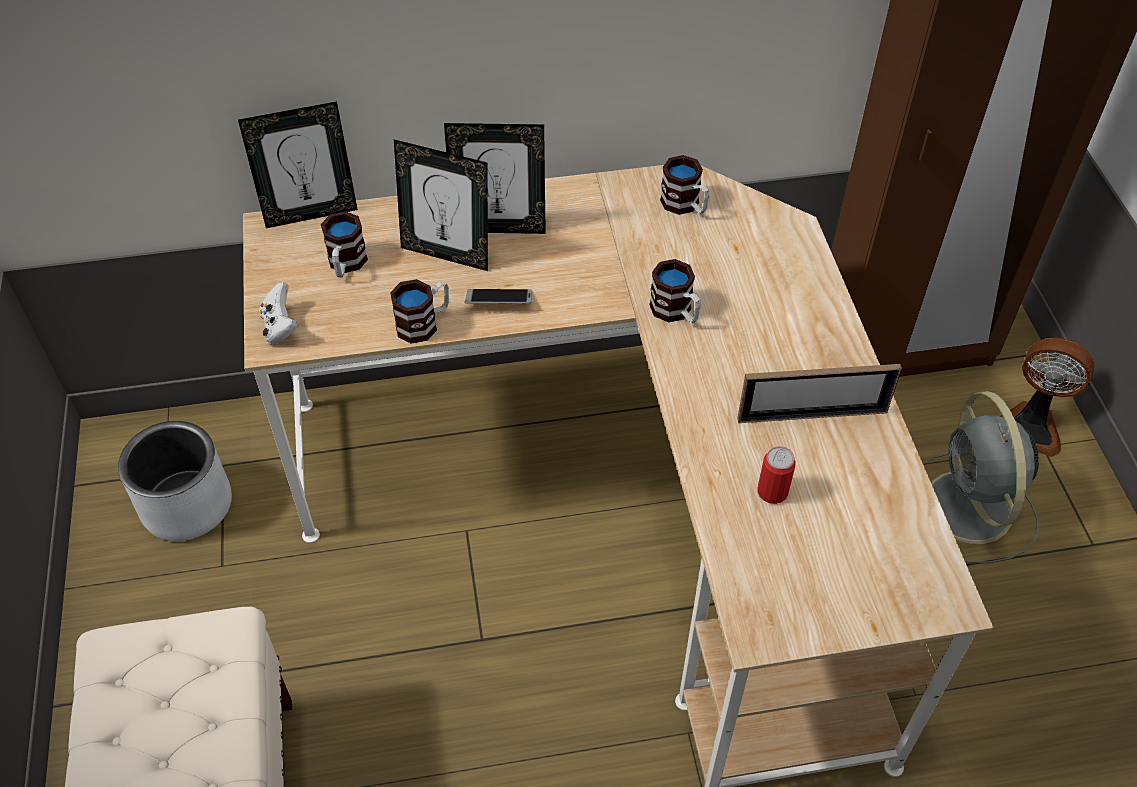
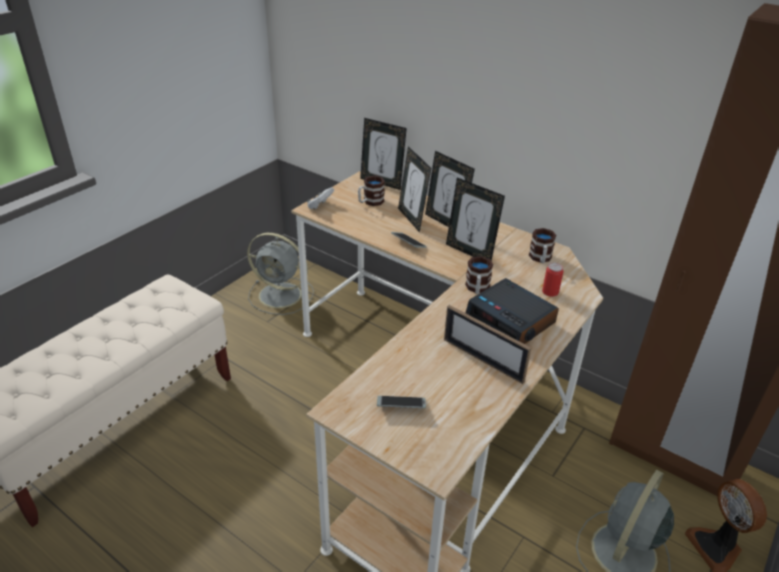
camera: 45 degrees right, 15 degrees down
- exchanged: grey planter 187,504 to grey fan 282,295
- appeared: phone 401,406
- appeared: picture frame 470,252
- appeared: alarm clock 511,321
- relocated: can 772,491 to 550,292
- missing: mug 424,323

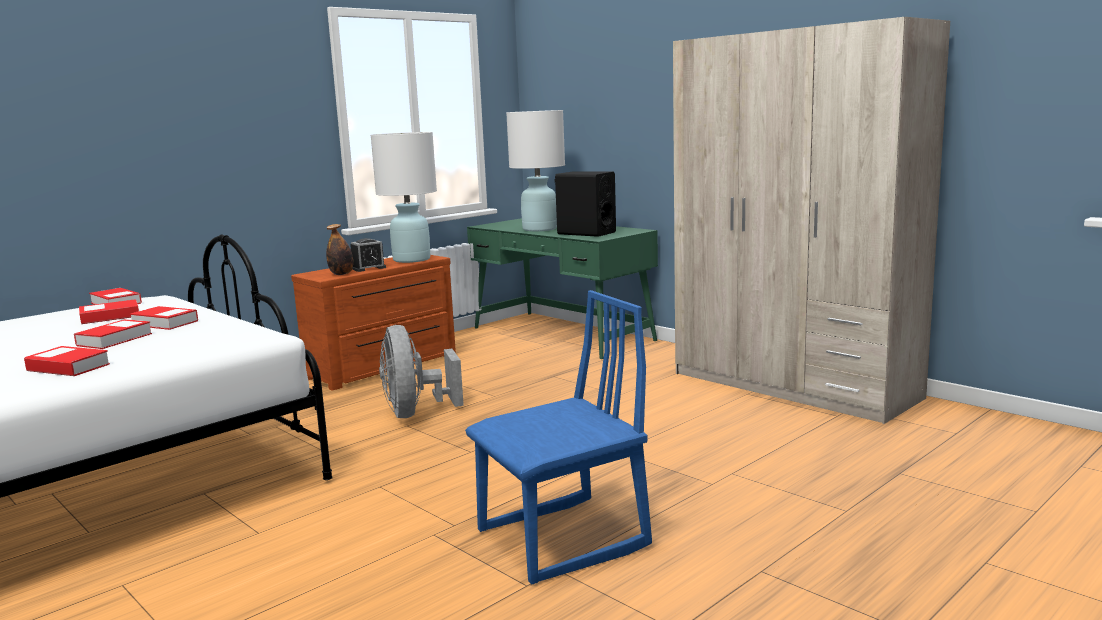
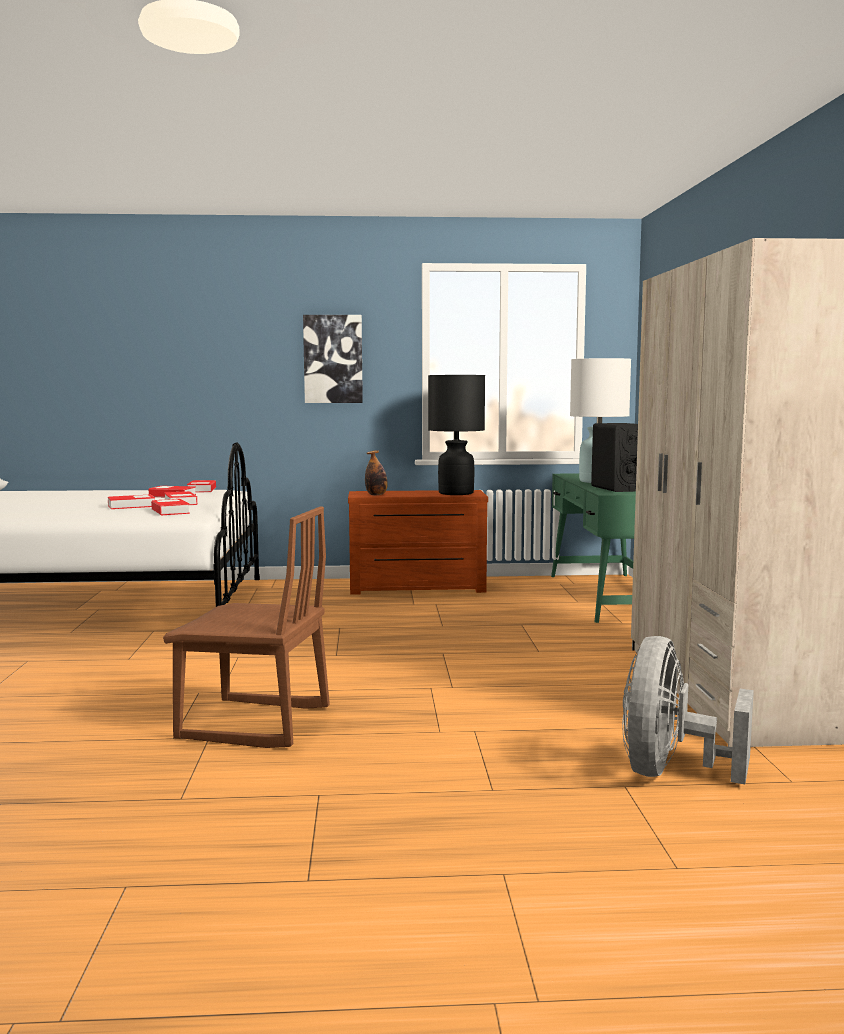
camera: 40 degrees right, 5 degrees down
- relocated: book 68,367 to 170,511
- colour: blue chair 563,540 to brown chair 254,724
- appeared: picture 333,359
- colour: white table lamp 412,259 to black table lamp 456,493
- relocated: grey fan 415,412 to 670,772
- missing: alarm clock 368,268

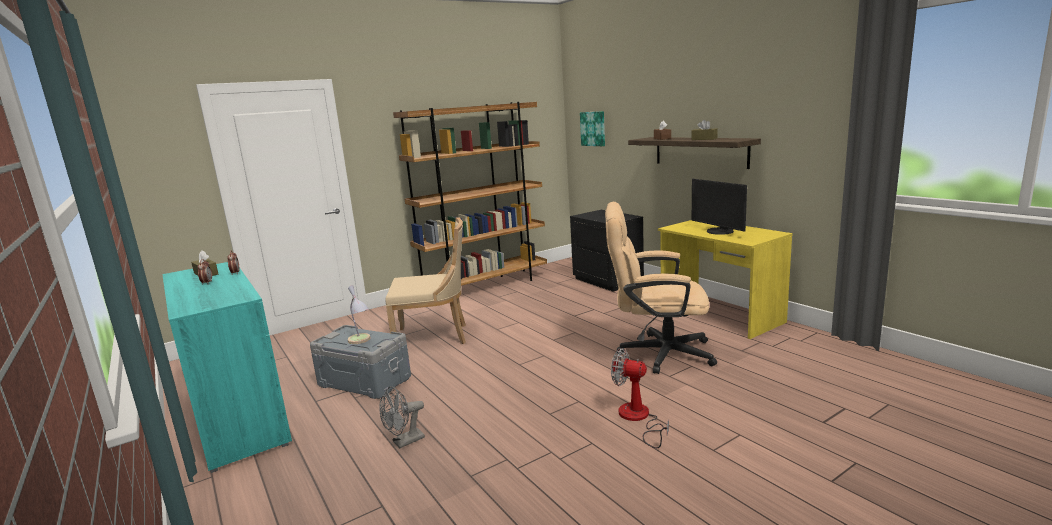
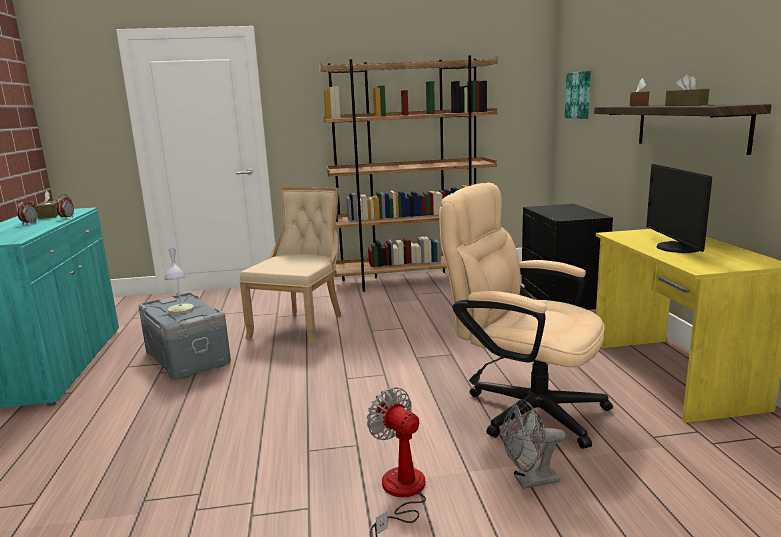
camera: 25 degrees right, 0 degrees up
- spun: beige chair 434,337 = 301,326 90 degrees counterclockwise
- relocated: grey fan 404,442 to 529,481

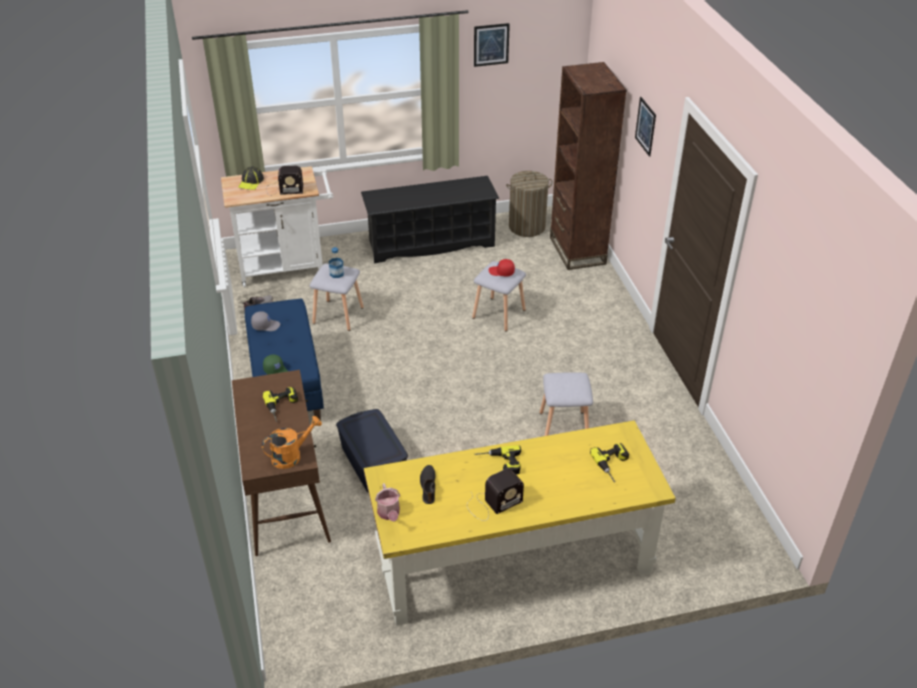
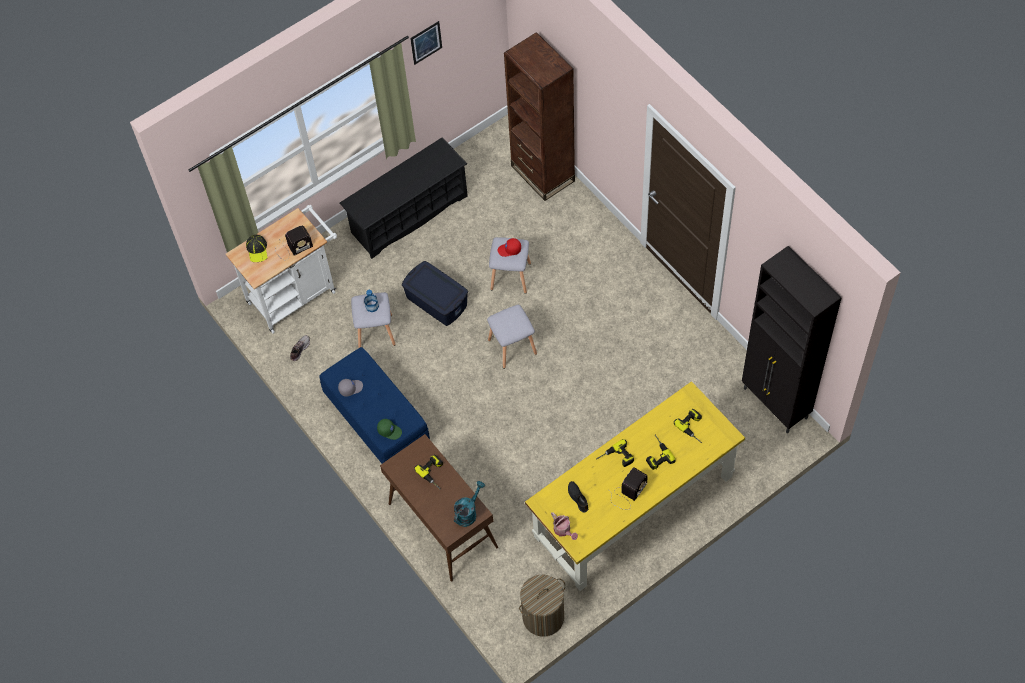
camera: 20 degrees left, 20 degrees up
- relocated: blue storage box 373,463 to 437,301
- colour: orange watering can 291,455 to turquoise watering can 468,512
- relocated: grey stool 563,427 to 511,346
- relocated: laundry basket 527,227 to 543,617
- appeared: power drill 656,454
- appeared: black cabinet 775,404
- missing: picture 645,126

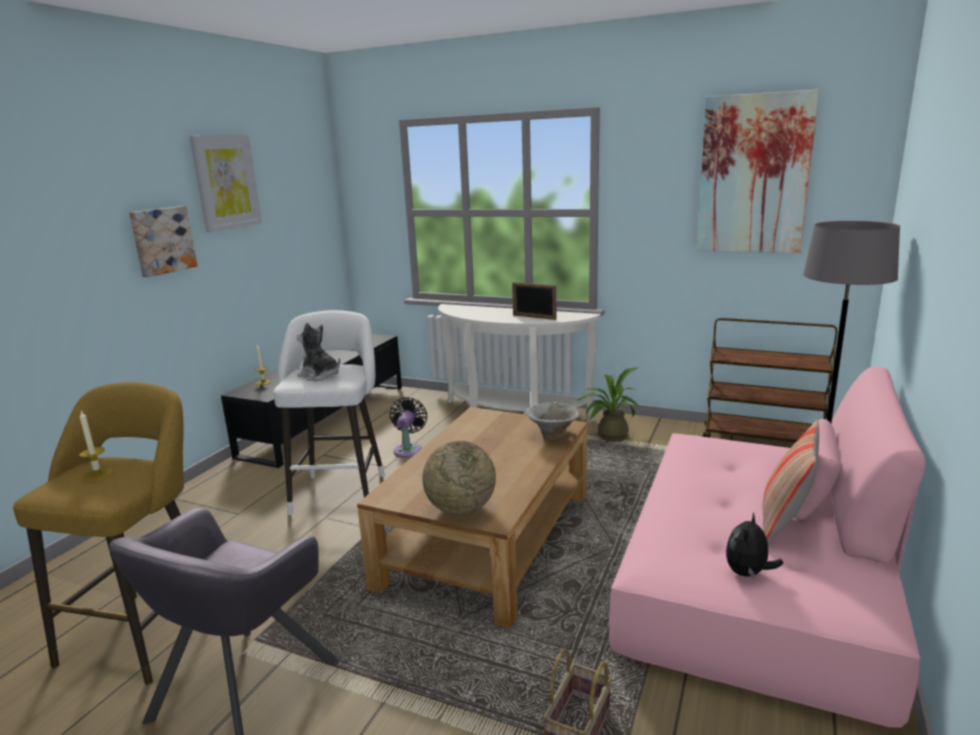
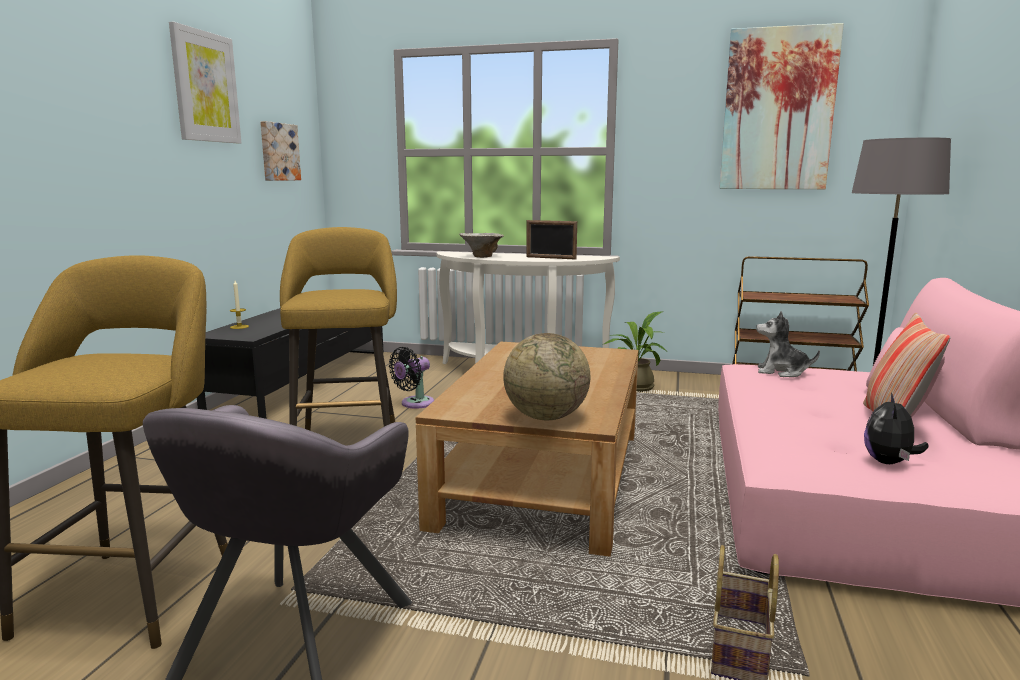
camera: 10 degrees left, 5 degrees down
- relocated: picture 162,240 to 278,152
- colour: white stool 340,490 to yellow stool 347,442
- spun: black fan 408,449 = 414,404 135 degrees counterclockwise
- relocated: bowl 552,436 to 481,256
- relocated: plush toy 320,375 to 781,372
- missing: candle 98,474

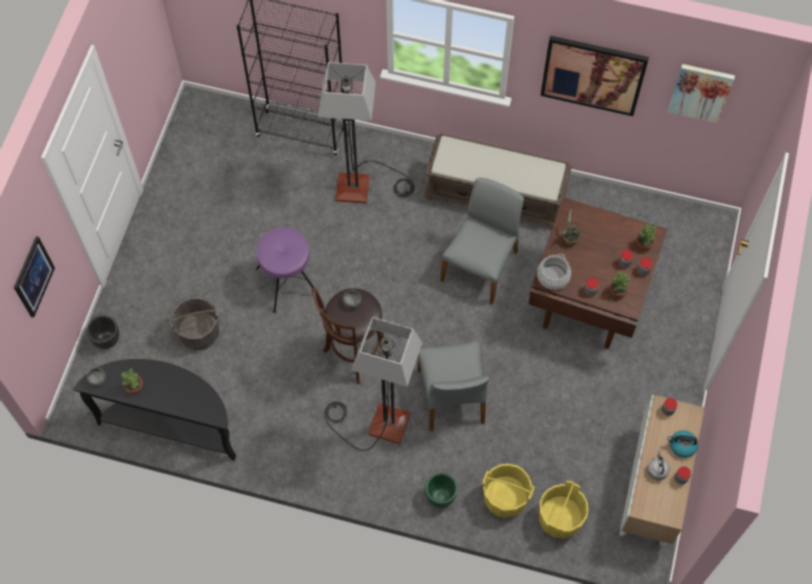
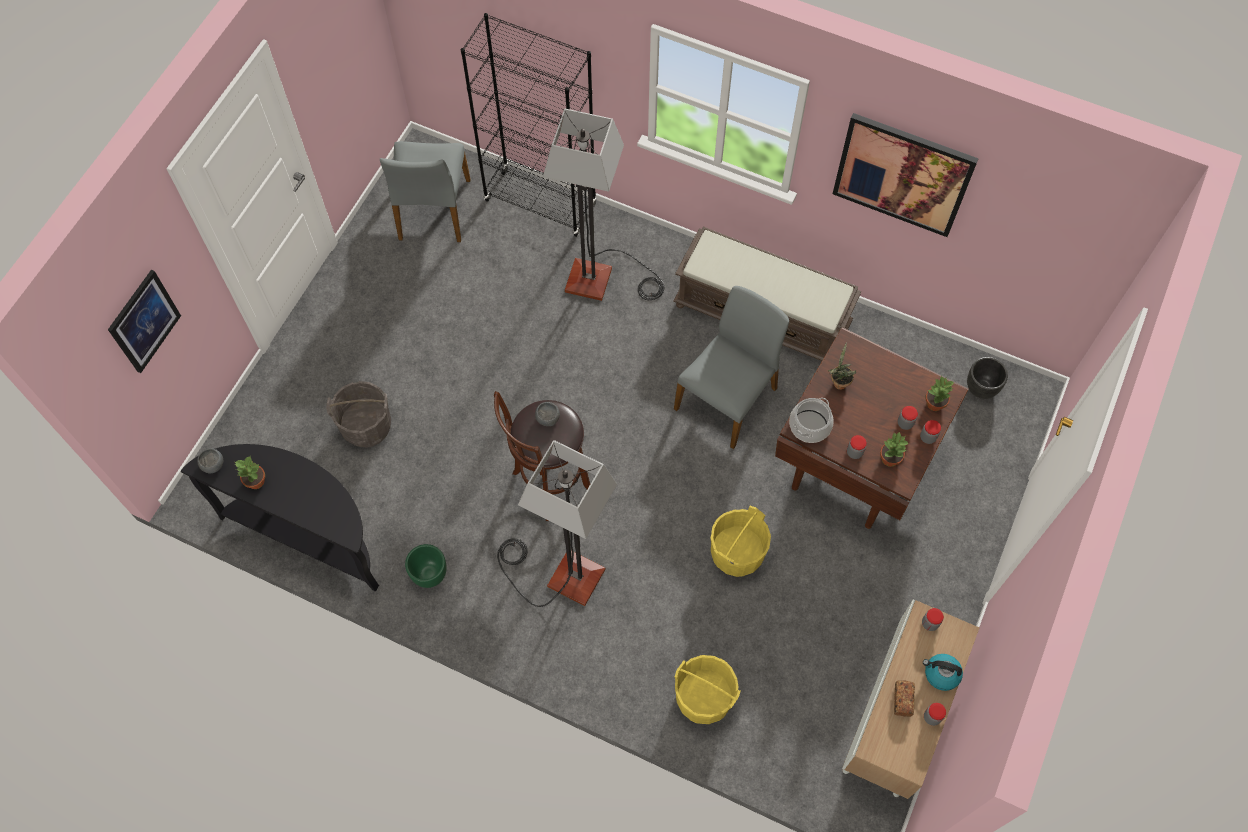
camera: 10 degrees right, 0 degrees up
- relocated: grey chair 452,397 to 433,210
- relocated: green planter 440,497 to 429,574
- relocated: yellow bucket 560,519 to 737,554
- exchanged: grey kettle 657,470 to bread 902,700
- relocated: black planter 107,339 to 981,388
- missing: purple stool 288,282
- missing: picture 700,92

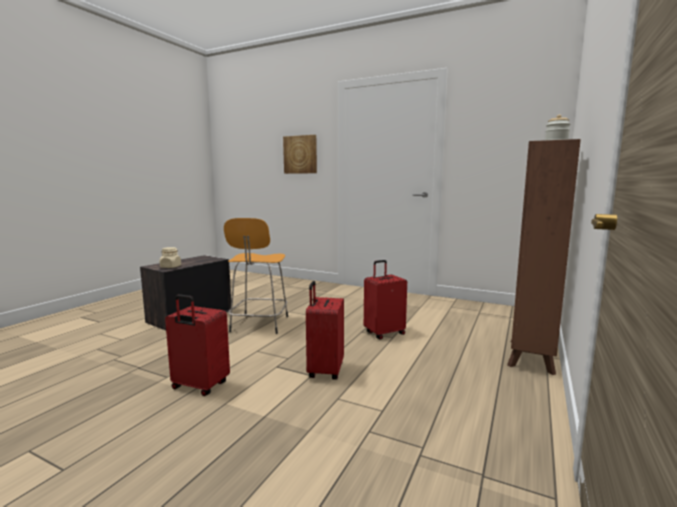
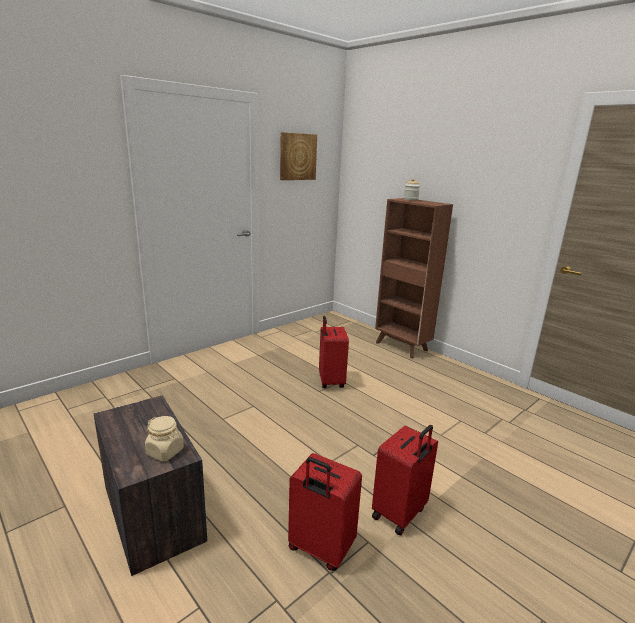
camera: 70 degrees left, 10 degrees up
- relocated: picture 300,154 to 297,156
- relocated: red suitcase 324,371 to 320,549
- missing: orange stool 259,325

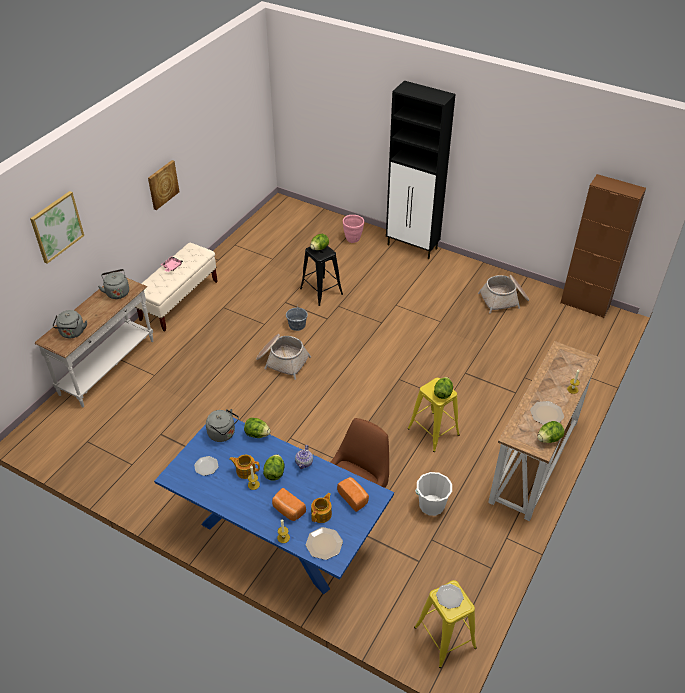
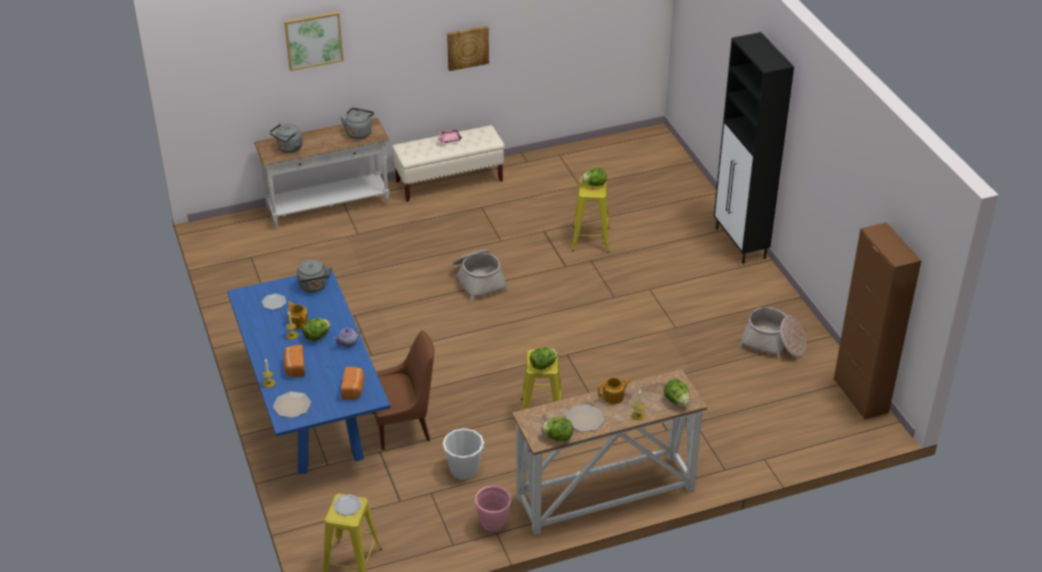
camera: 40 degrees right, 5 degrees down
- relocated: pink planter 353,239 to 493,524
- colour: black stool 321,291 to yellow stool 590,239
- relocated: teapot 322,514 to 613,397
- relocated: lettuce 257,434 to 676,401
- missing: grey bucket 297,325

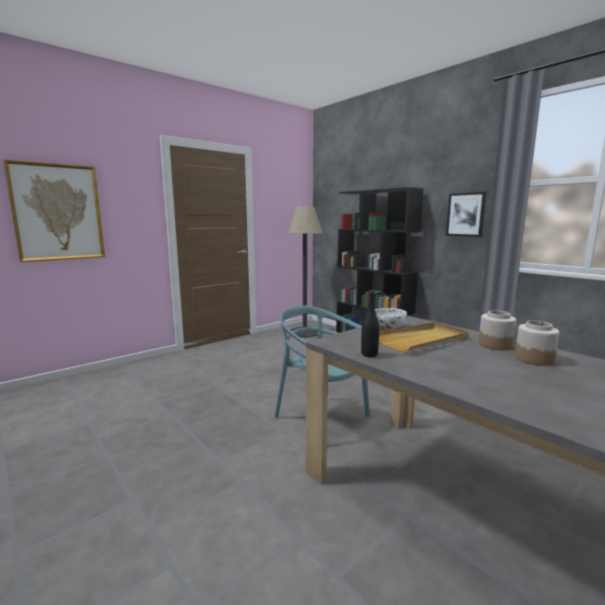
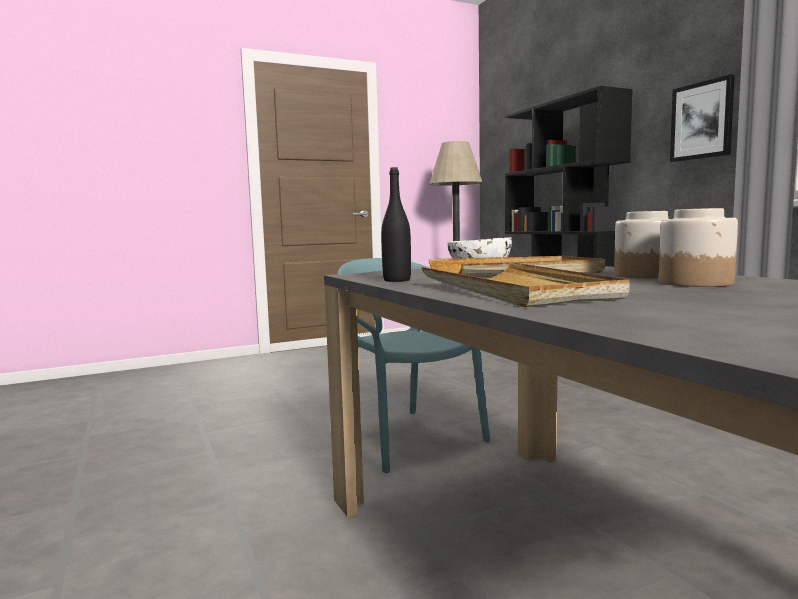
camera: 15 degrees right, 5 degrees down
- appeared: beige tray 514,291
- missing: picture 58,212

